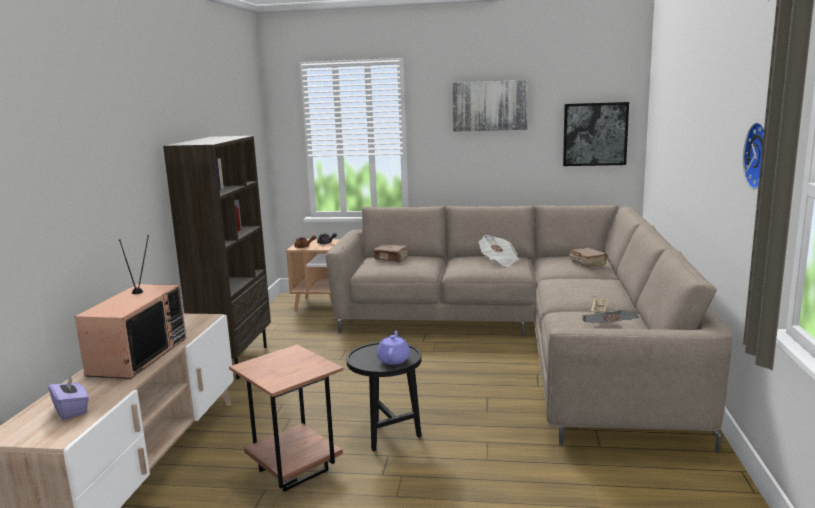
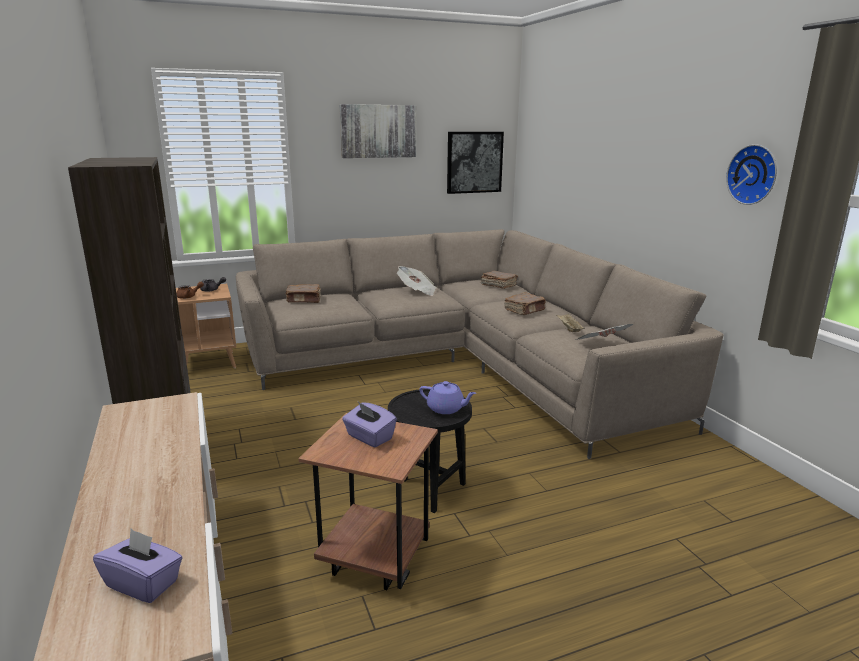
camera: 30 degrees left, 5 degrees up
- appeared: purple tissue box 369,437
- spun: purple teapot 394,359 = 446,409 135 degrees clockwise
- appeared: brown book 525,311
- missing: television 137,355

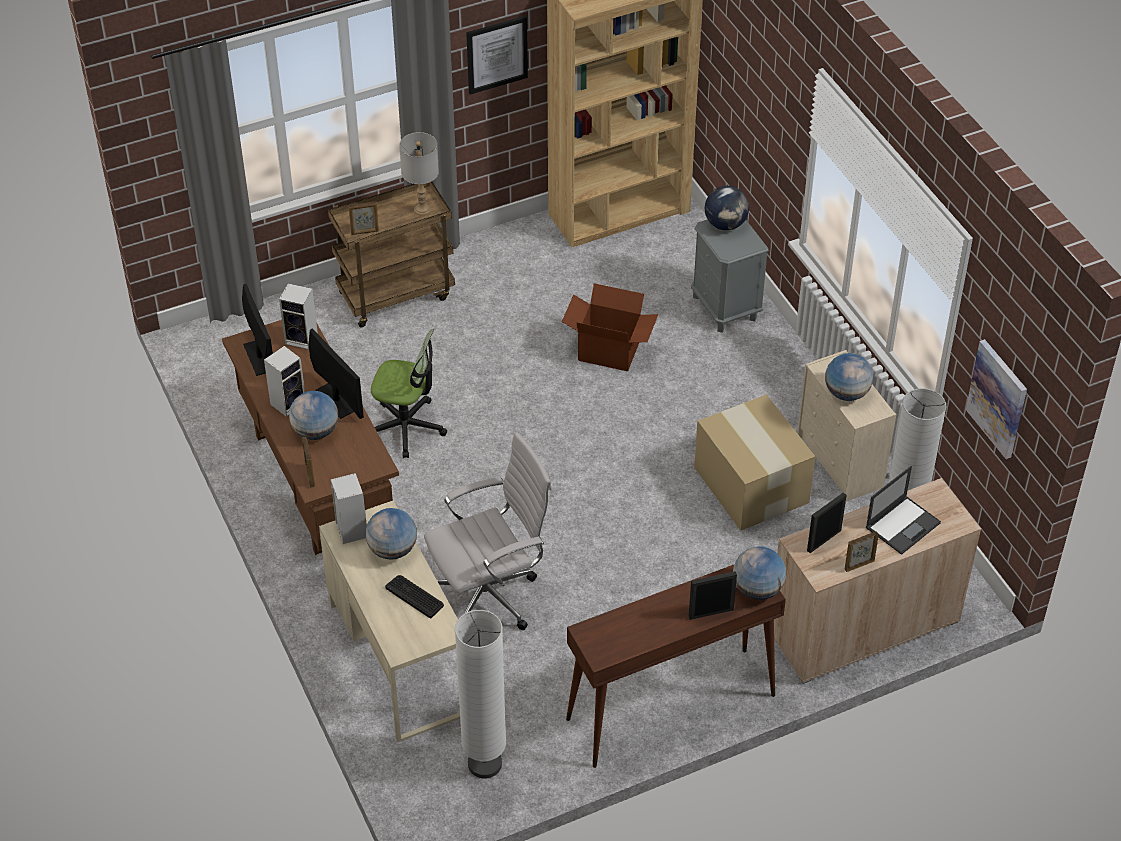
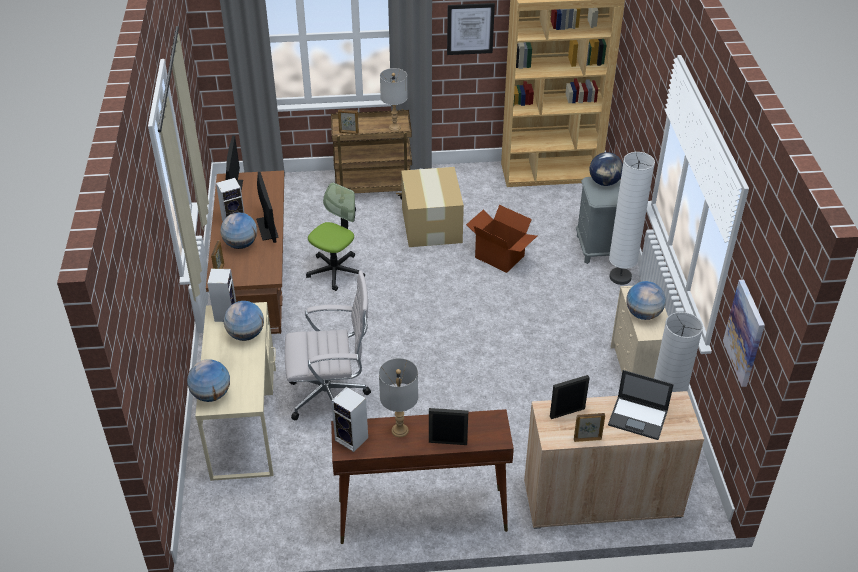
camera: 20 degrees right, 5 degrees down
- relocated: globe 757,590 to 211,395
- spun: office chair 407,427 = 335,271 90 degrees counterclockwise
- relocated: speaker 302,338 to 353,439
- appeared: grey table lamp 400,430
- relocated: cardboard box 751,486 to 431,225
- spun: laptop 903,524 = 638,418 45 degrees clockwise
- relocated: white floor lamp 484,764 to 620,277
- missing: keyboard 415,596

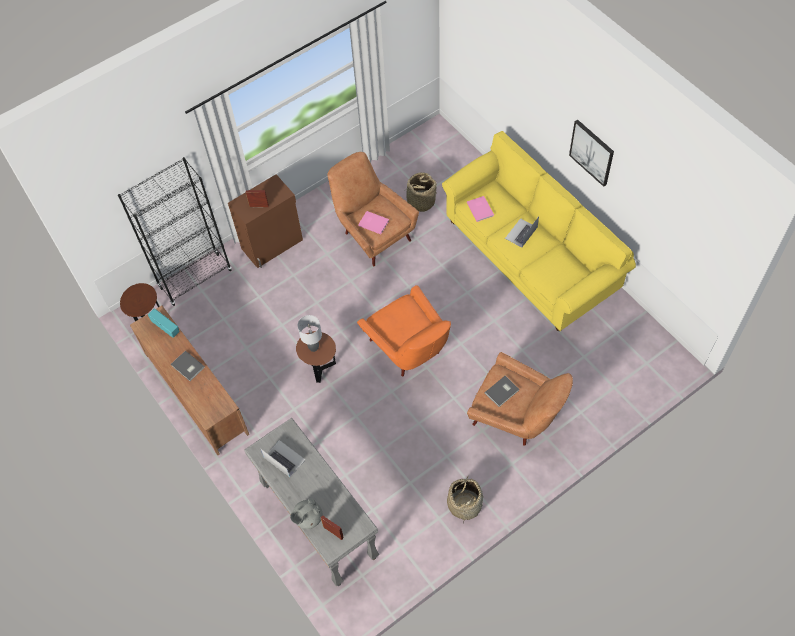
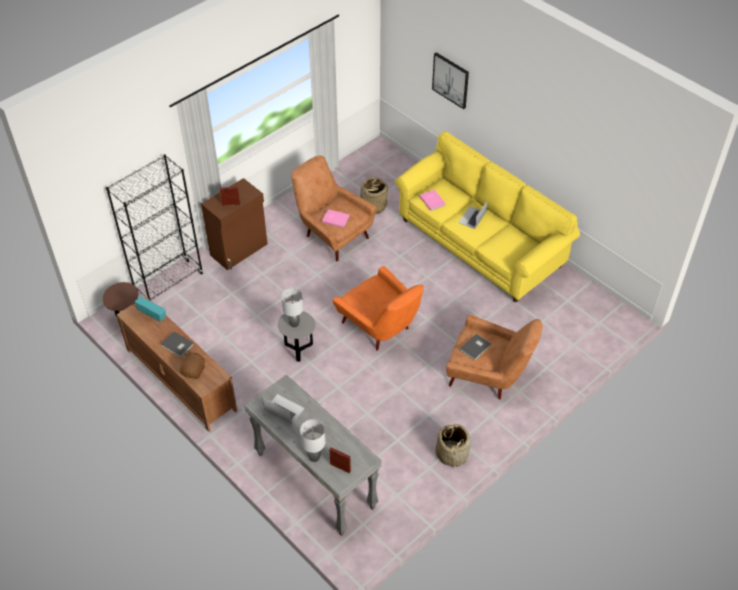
camera: 10 degrees left, 10 degrees down
- appeared: brown plush toy 194,371
- colour: brown side table 320,369 to grey side table 298,350
- exchanged: grey teapot 308,518 to grey table lamp 314,457
- relocated: picture 592,152 to 451,80

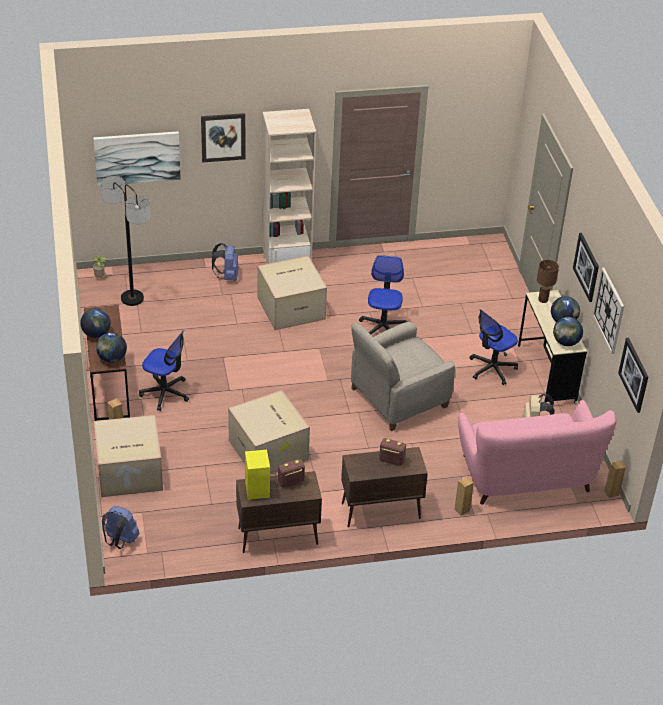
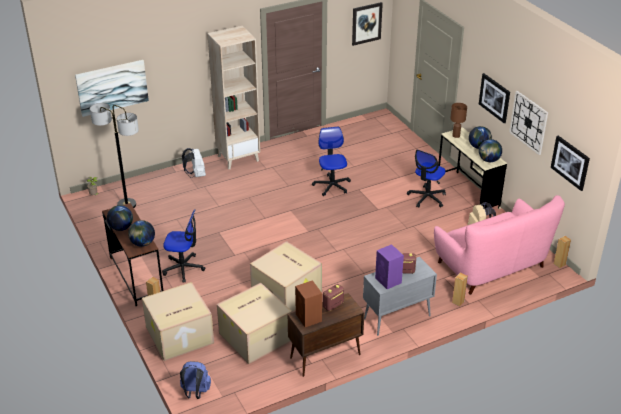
camera: 15 degrees left, 5 degrees down
- colour: blue backpack 227,276 to white backpack 196,175
- relocated: cardboard box 291,307 to 255,336
- colour: yellow speaker 257,490 to brown speaker 309,318
- relocated: picture 223,137 to 366,23
- colour: brown cabinet 380,511 to grey cabinet 396,318
- appeared: purple speaker 388,281
- missing: beige armchair 397,398

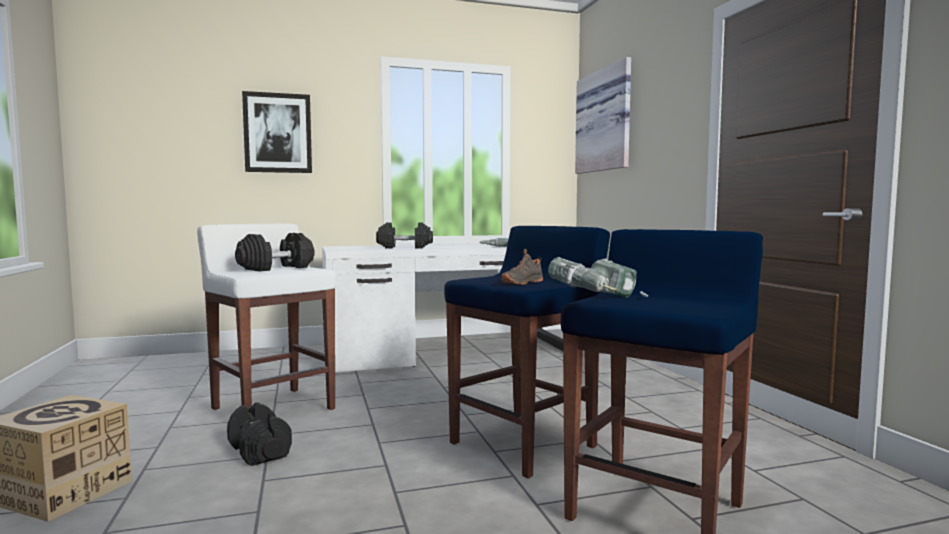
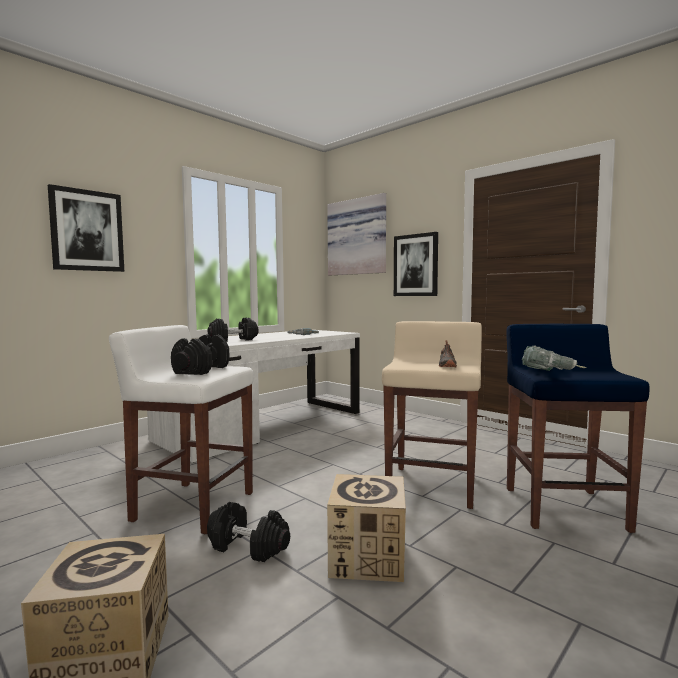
camera: 30 degrees left, 0 degrees up
- appeared: cardboard box 368,558
- colour: blue stool 525,444 to beige stool 432,486
- appeared: picture 416,265

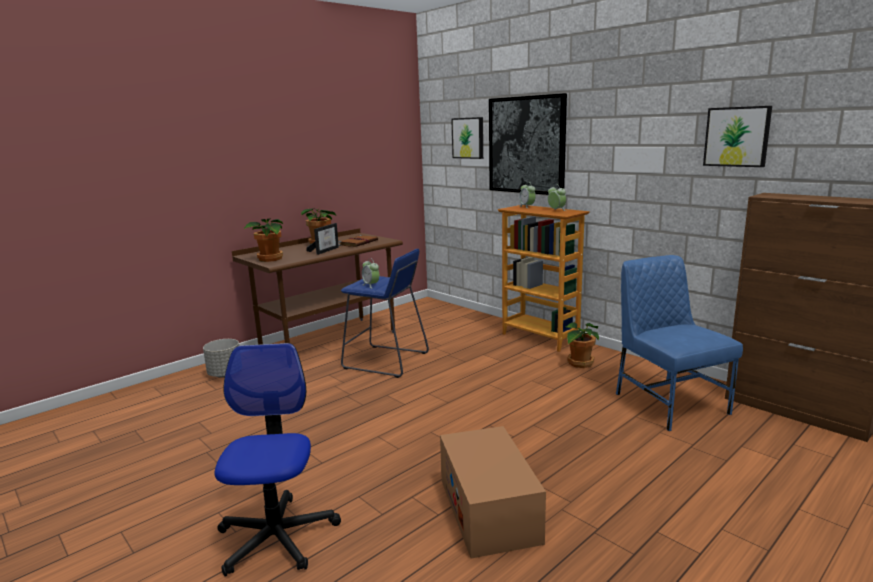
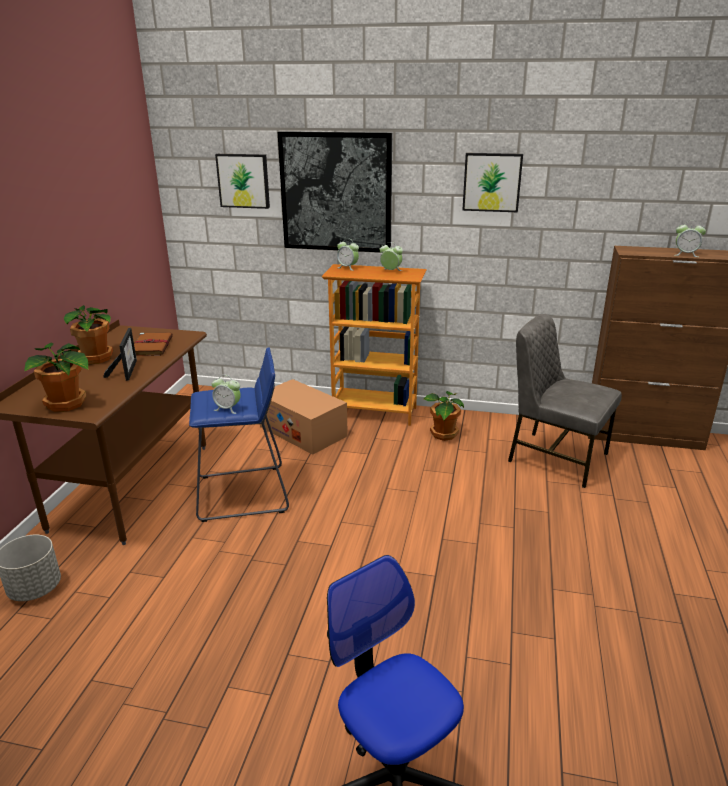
camera: 35 degrees left, 10 degrees up
- relocated: cardboard box 489,510 to 303,431
- relocated: picture 737,136 to 492,182
- colour: blue chair 668,403 to grey chair 555,457
- appeared: alarm clock 685,254

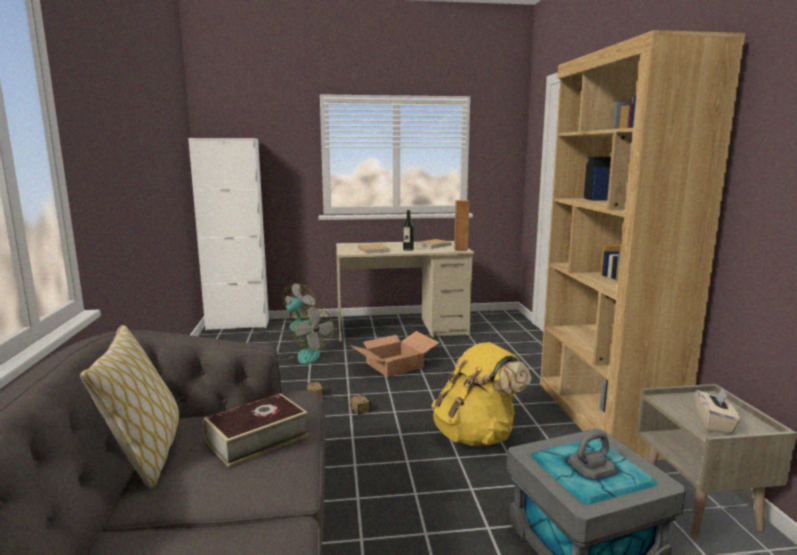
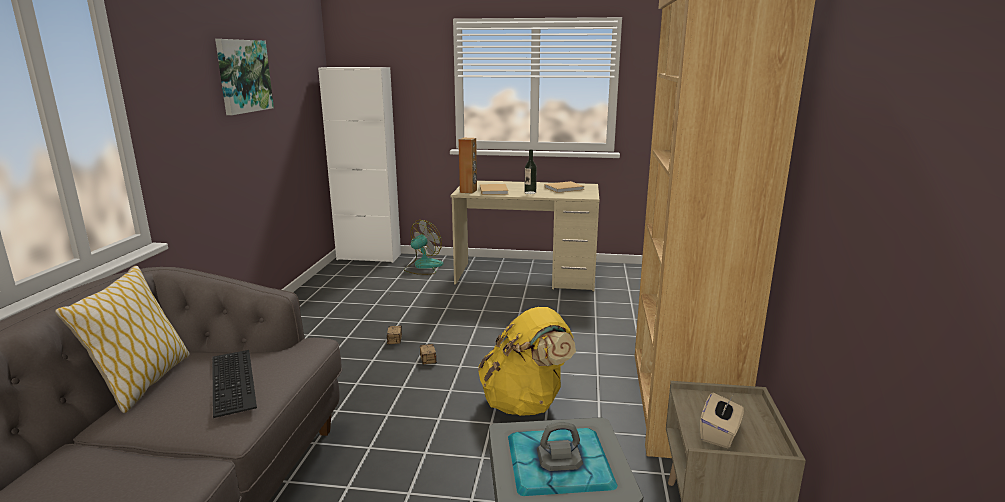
camera: 15 degrees right, 5 degrees up
- exchanged: book 257,439 to keyboard 235,381
- appeared: picture 243,76
- relocated: brown speaker 461,249 to 468,191
- missing: fan 304,355
- missing: cardboard box 394,365

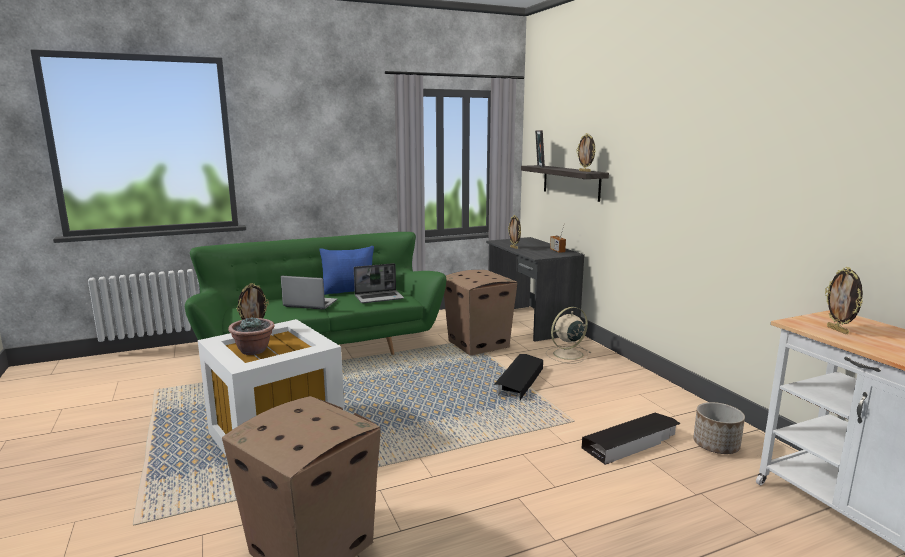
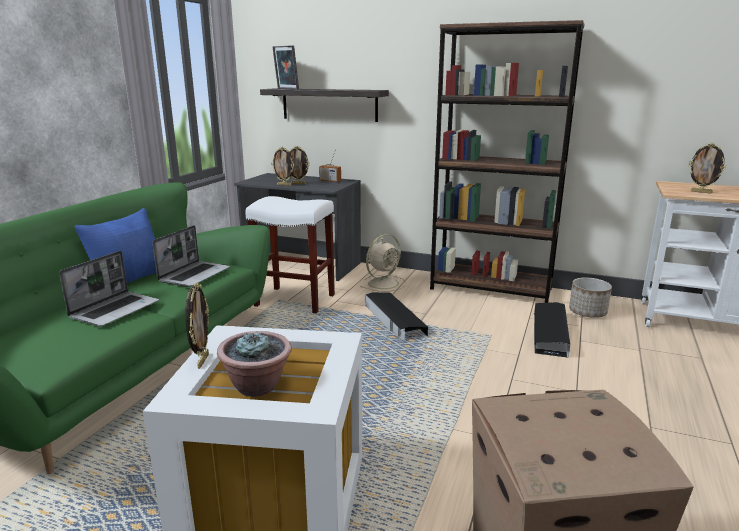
camera: 45 degrees left, 5 degrees up
- spun: laptop 309,304 = 115,310 150 degrees clockwise
- exchanged: cardboard box 478,344 to white stool 294,300
- relocated: picture frame 585,171 to 298,183
- spun: beige fan 567,354 = 384,283 150 degrees counterclockwise
- appeared: brown bookcase 491,289

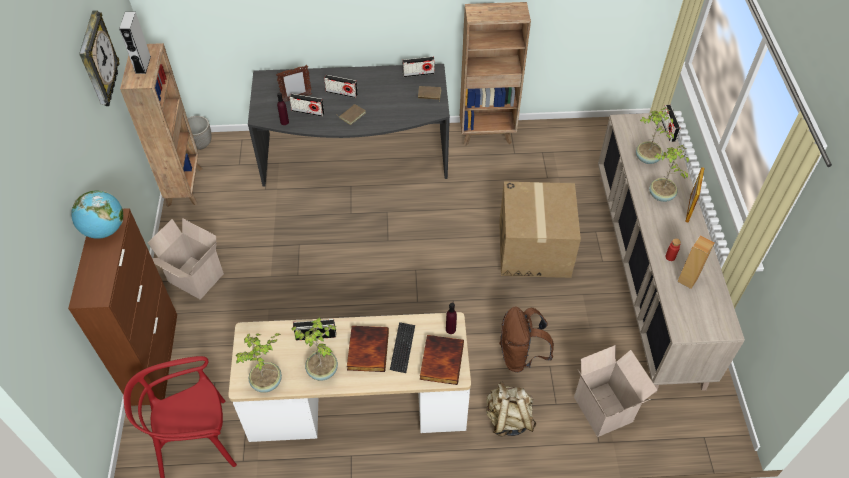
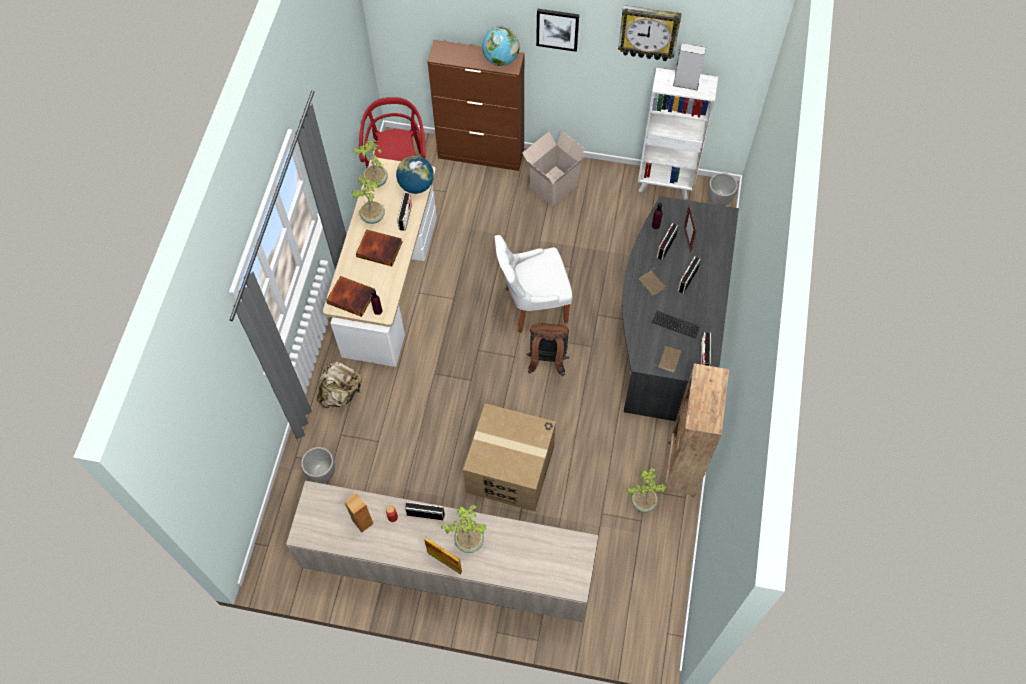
camera: 105 degrees right, 10 degrees up
- exchanged: cardboard box 605,409 to planter 321,472
- appeared: globe 416,185
- relocated: radio 668,130 to 425,514
- appeared: white chair 533,305
- relocated: brown backpack 520,356 to 547,361
- appeared: picture 557,29
- relocated: potted plant 646,159 to 643,501
- colour: brown bookcase 185,185 to white bookcase 665,184
- relocated: keyboard 402,348 to 675,325

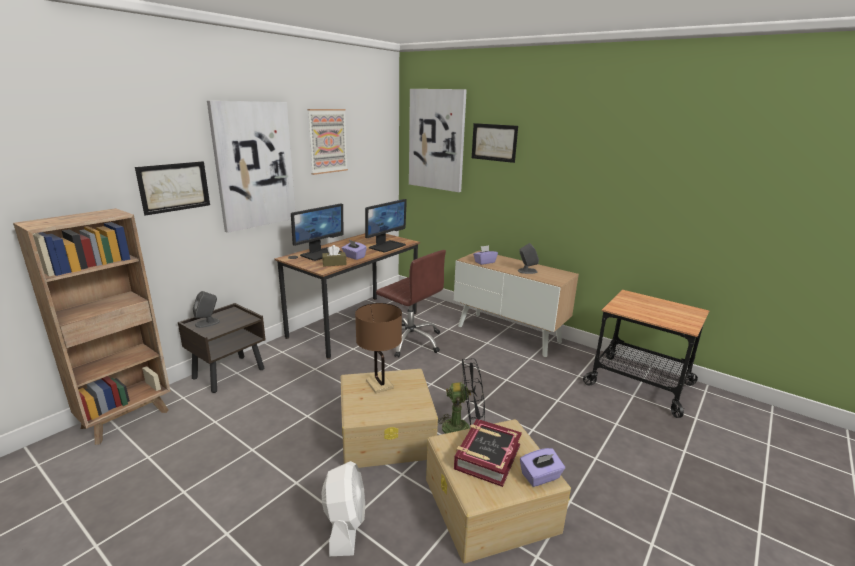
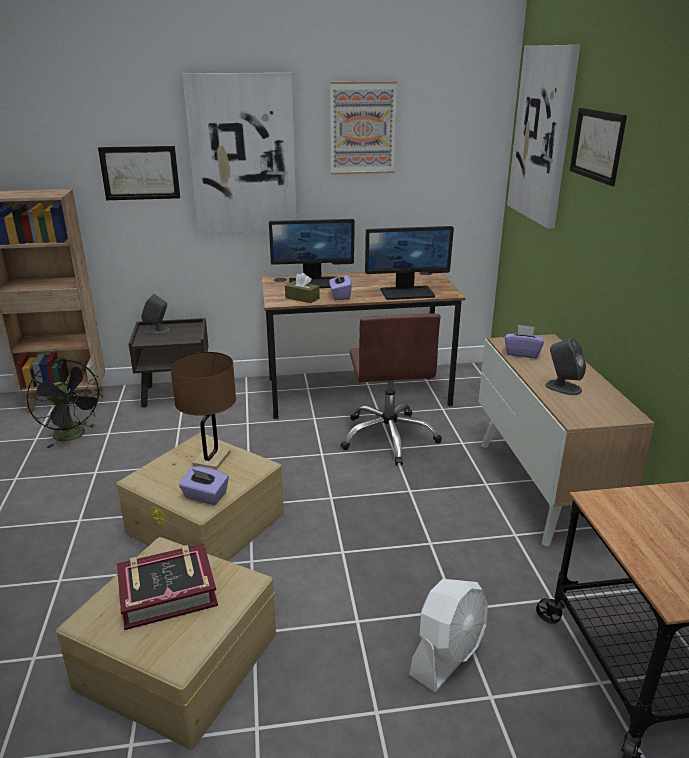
camera: 45 degrees right, 5 degrees up
- relocated: black fan 462,427 to 74,436
- relocated: purple tissue box 540,477 to 205,496
- relocated: white fan 345,525 to 448,655

